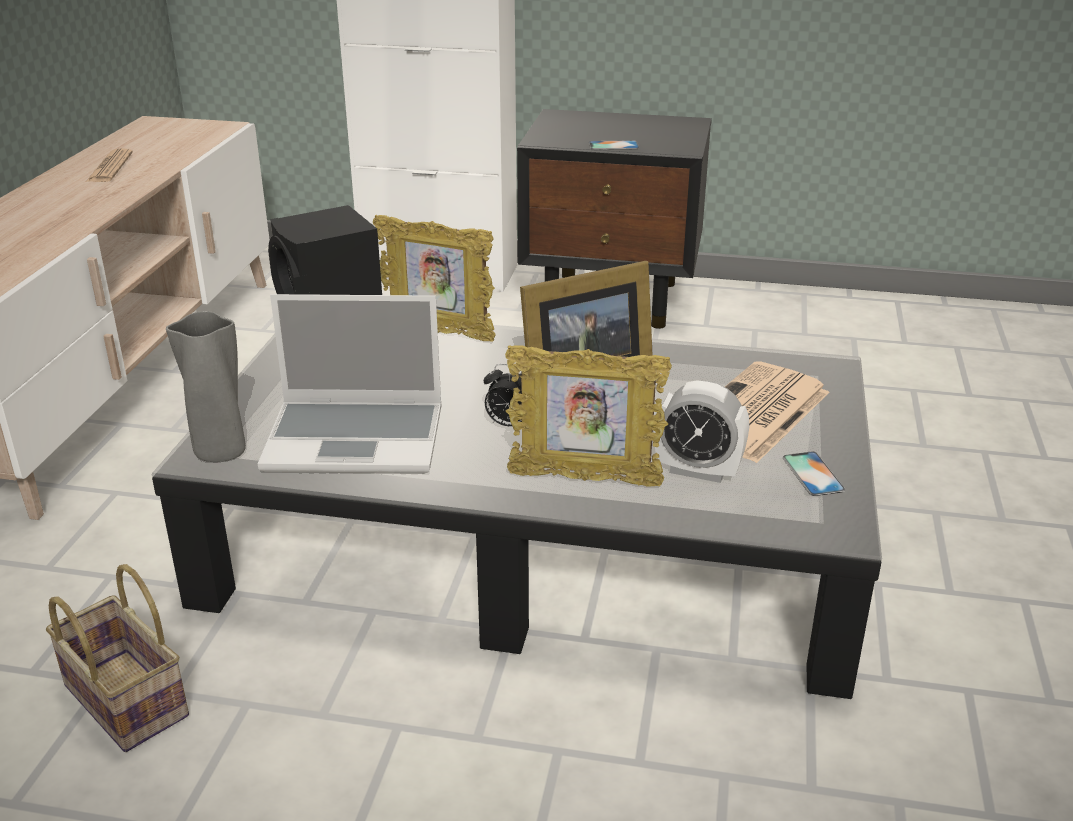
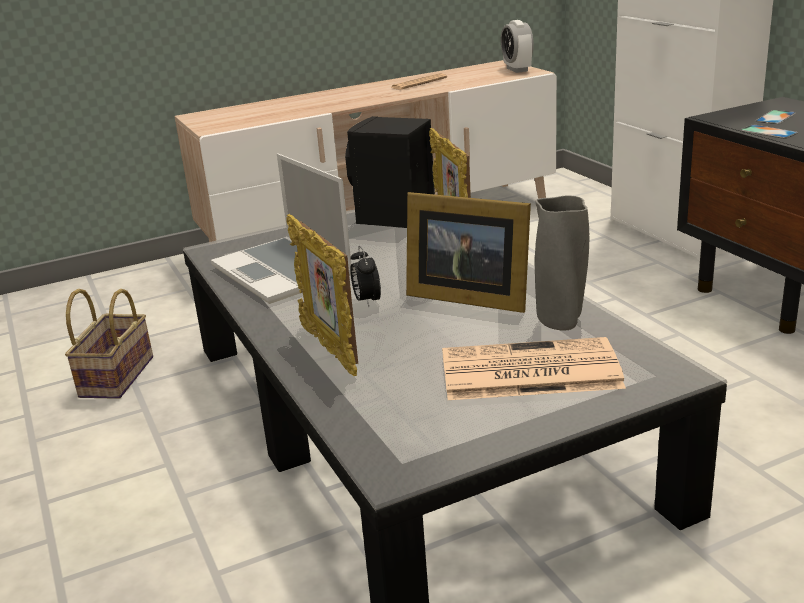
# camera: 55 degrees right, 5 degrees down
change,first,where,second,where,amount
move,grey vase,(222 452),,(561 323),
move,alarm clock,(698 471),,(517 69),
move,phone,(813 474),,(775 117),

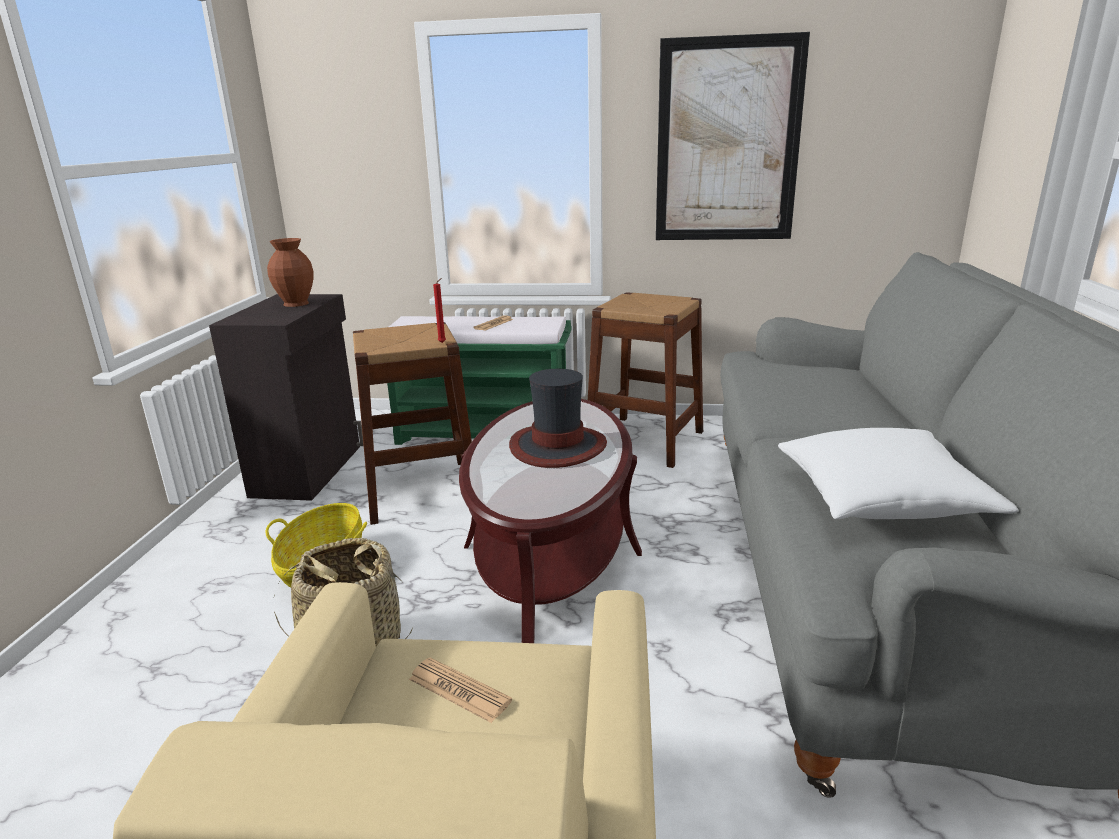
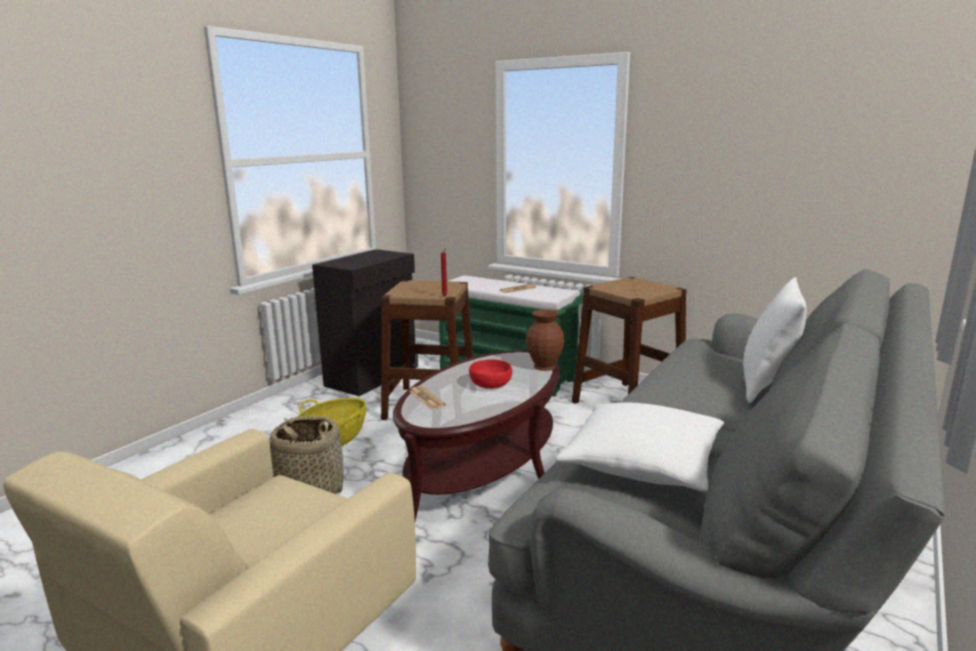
# camera: 25 degrees right, 5 degrees down
change,first,where,second,where,amount
delete,picture,(727 142),,,
move,brownish vase,(297 303),,(545 366),
replace,hat,(558 447),reddish bowl,(490 385),
move,printed paper,(459 690),,(426 398),
insert,,,whitish throw pillow,(767 385),

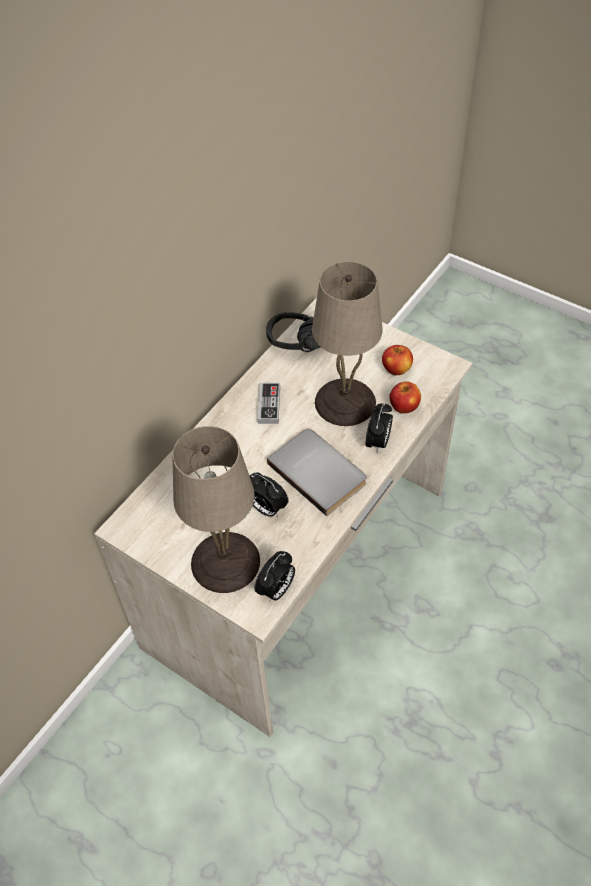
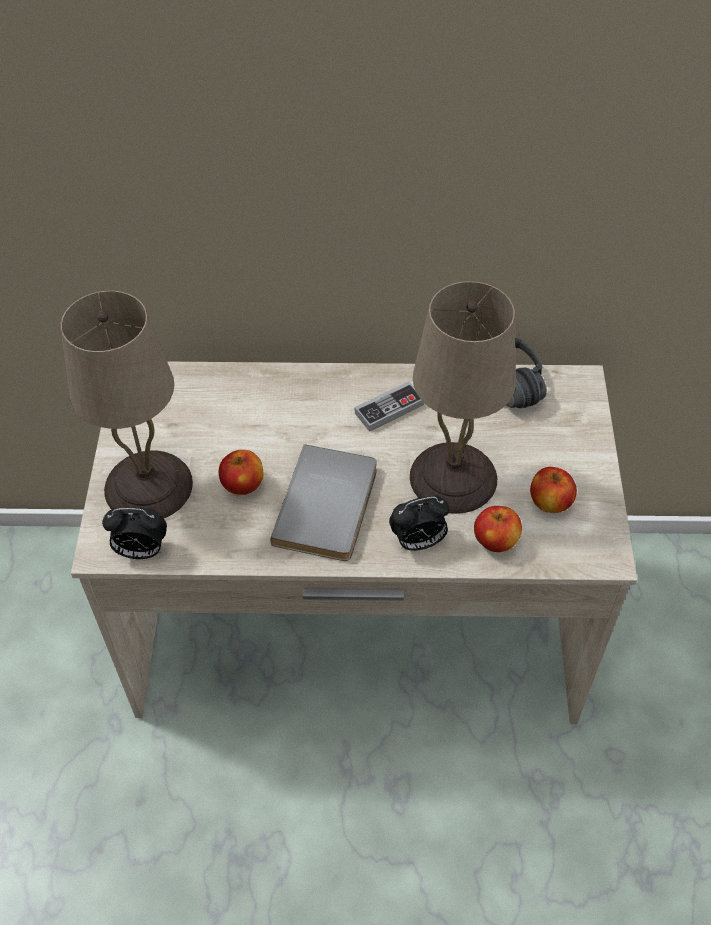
# camera: 55 degrees right, 0 degrees up
change,first,where,second,where,amount
replace,alarm clock,(267 508),apple fruit,(243 485),

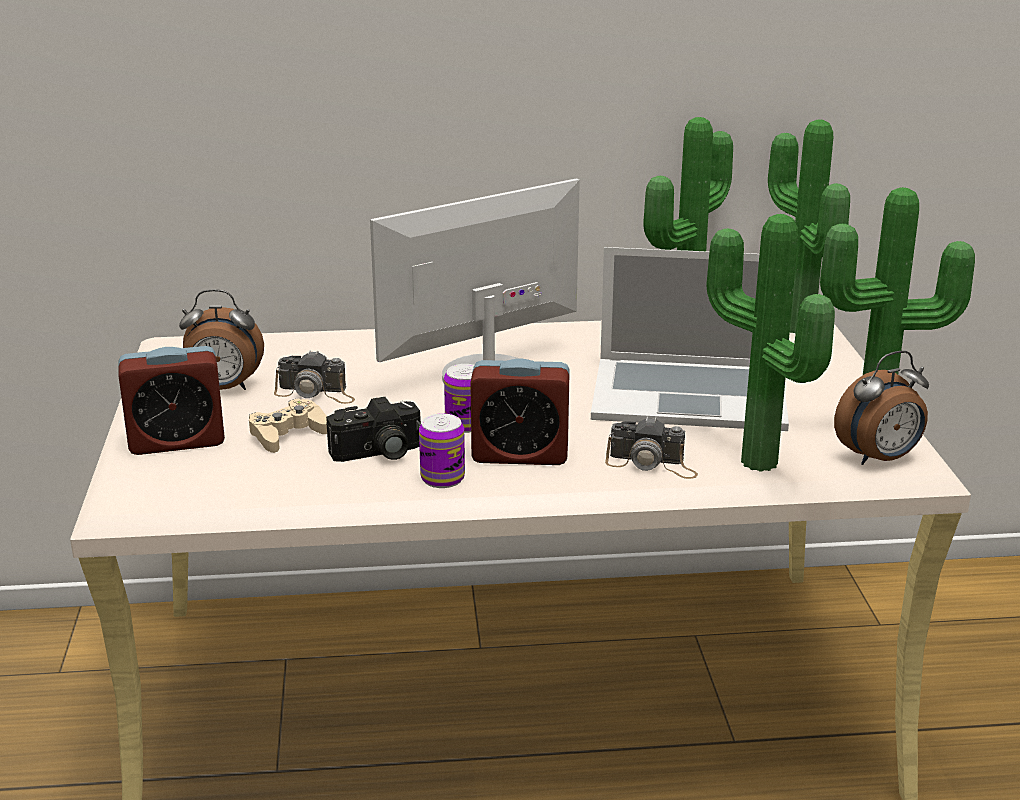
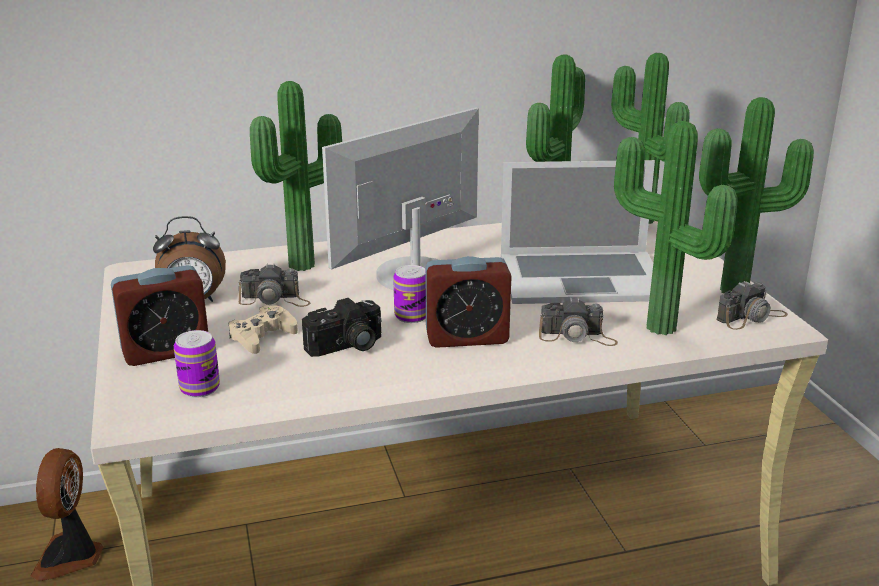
# camera: 10 degrees left, 0 degrees up
change,first,where,second,where,amount
replace,alarm clock,(879 459),photo camera,(751 317),
move,sealed can,(442 478),,(200 388),
insert,,,plant in a pot,(306 266),
insert,,,fan,(71 557),

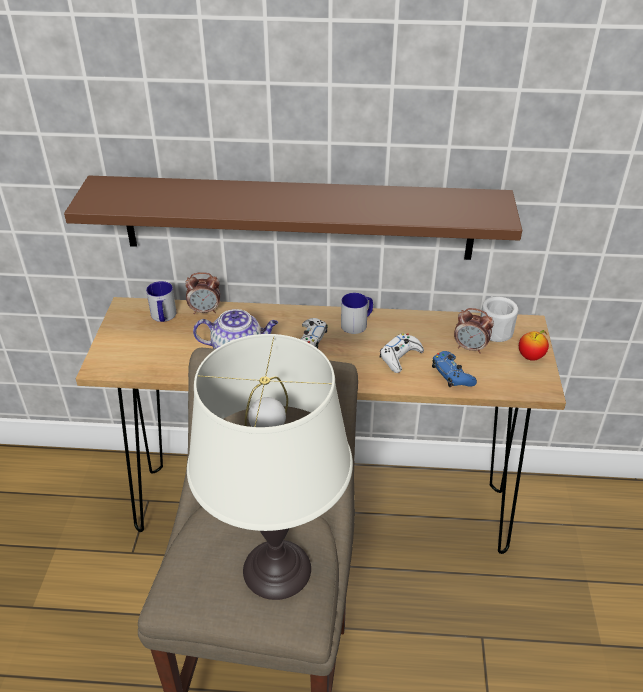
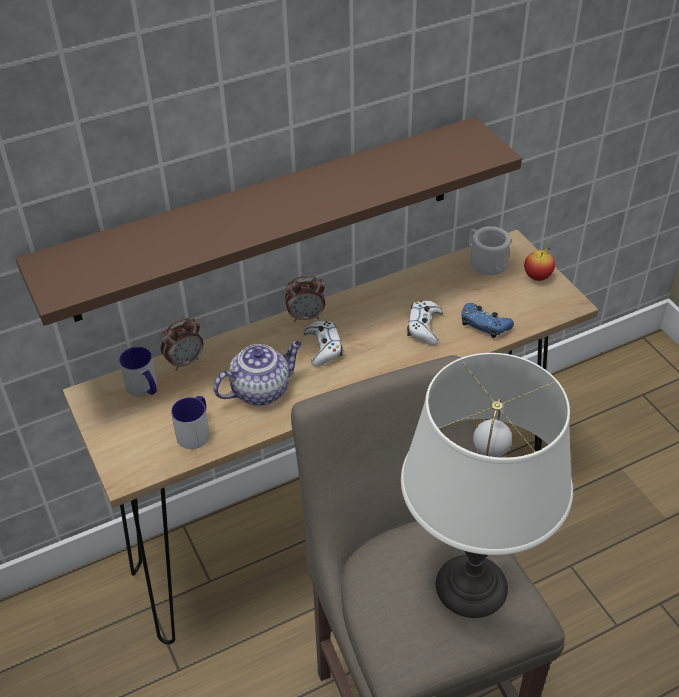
# camera: 30 degrees left, 5 degrees up
change,first,where,second,where,amount
move,mug,(357 323),,(196 431),
move,alarm clock,(470 348),,(306 317),

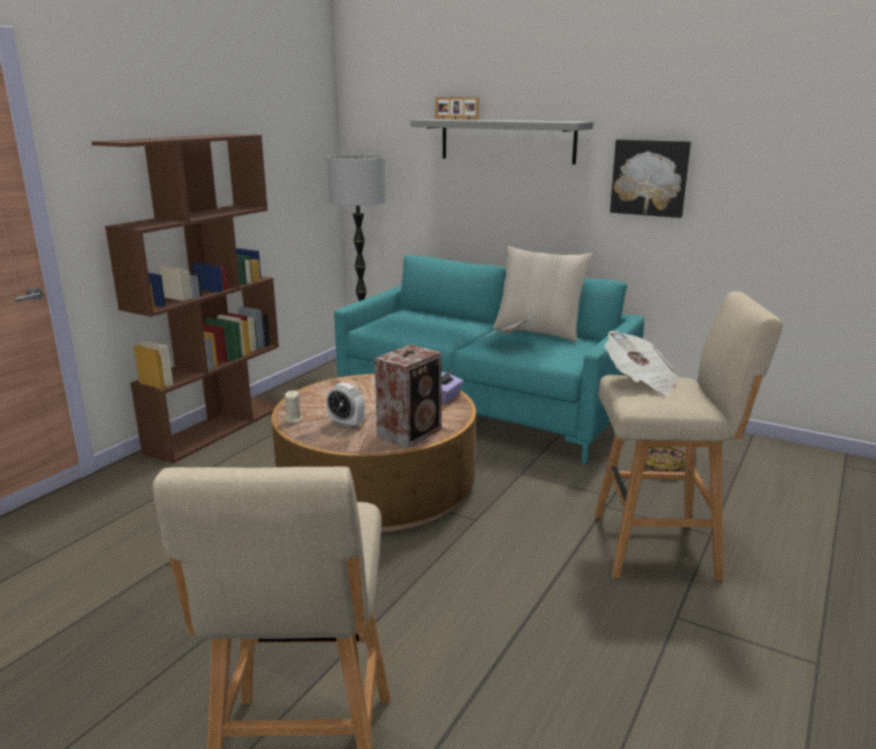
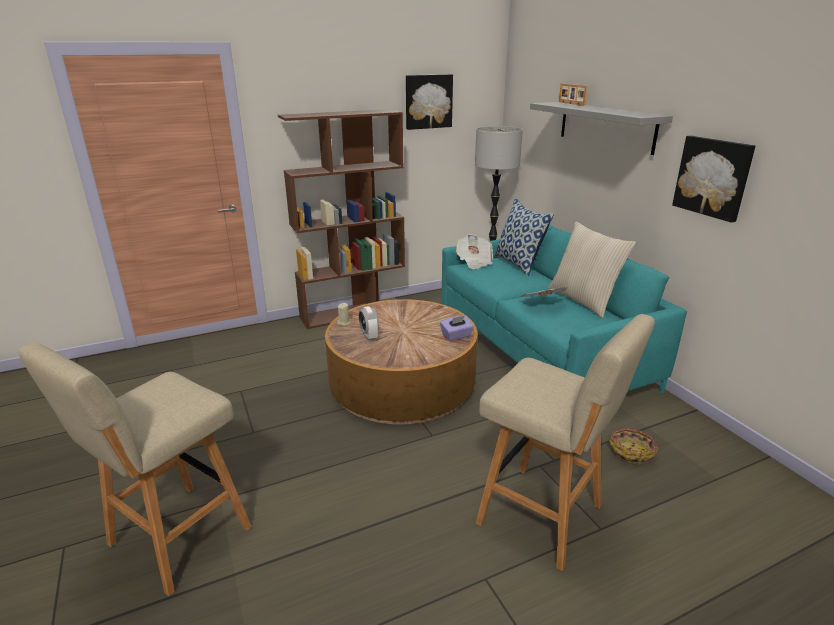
# camera: 35 degrees right, 5 degrees up
change,first,where,second,where,amount
move,printed paper,(640 381),,(474 262),
delete,loudspeaker,(411 432),,,
insert,,,picture,(428 101),
insert,,,throw pillow,(519 264),

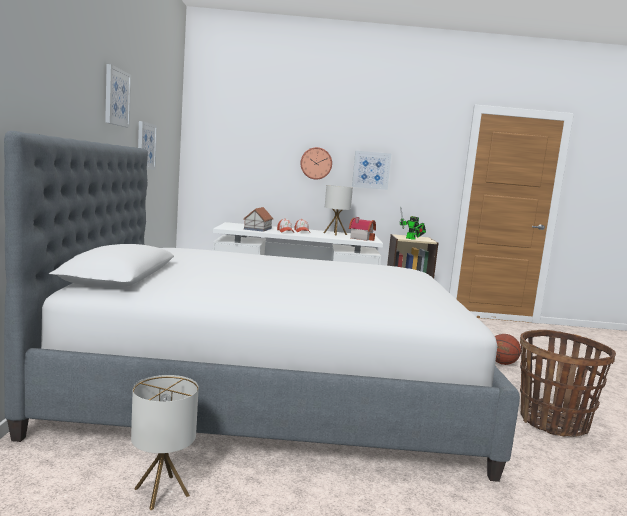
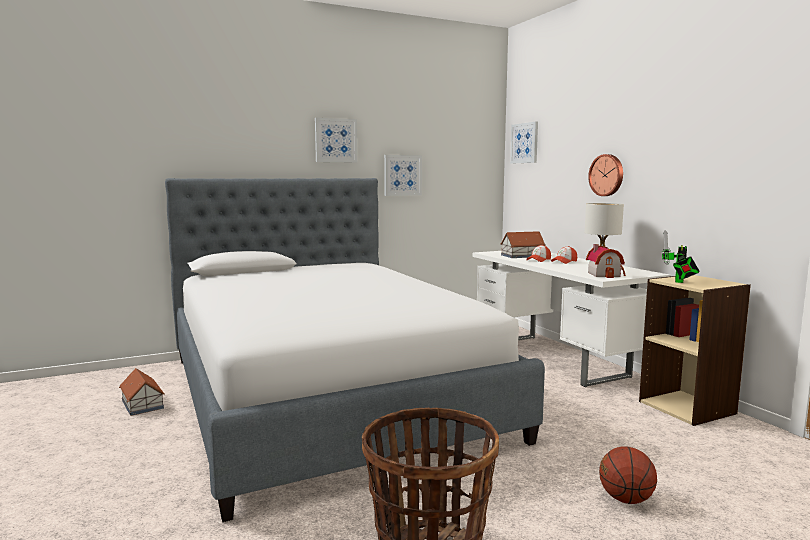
# camera: 65 degrees right, 0 degrees up
change,first,where,second,where,amount
move,picture,(371 170),,(524 143),
replace,lamp for a table,(162 492),model house,(142 404),

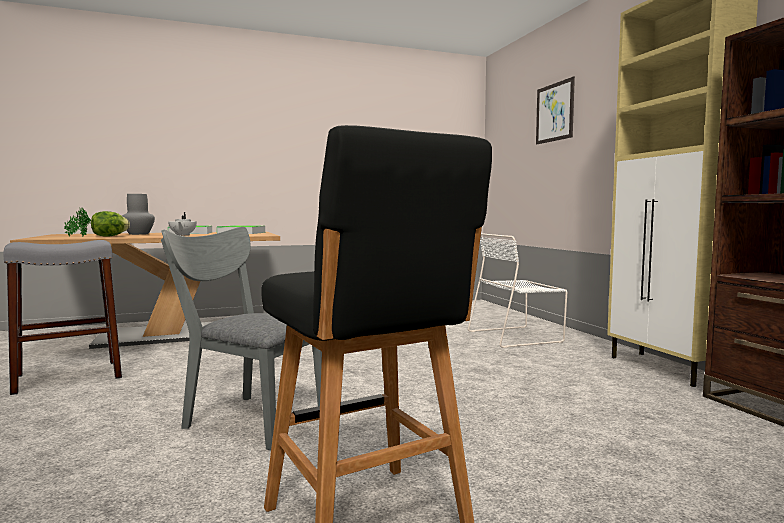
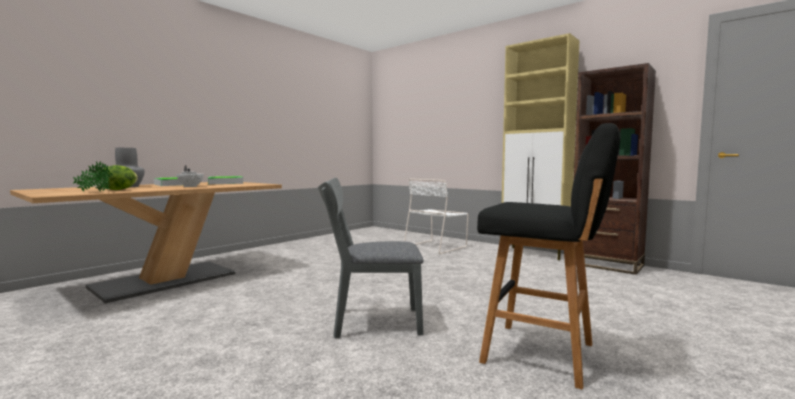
# camera: 30 degrees left, 0 degrees up
change,first,where,second,where,amount
delete,picture,(554 112),,,
delete,grey sitting stool,(68 376),,,

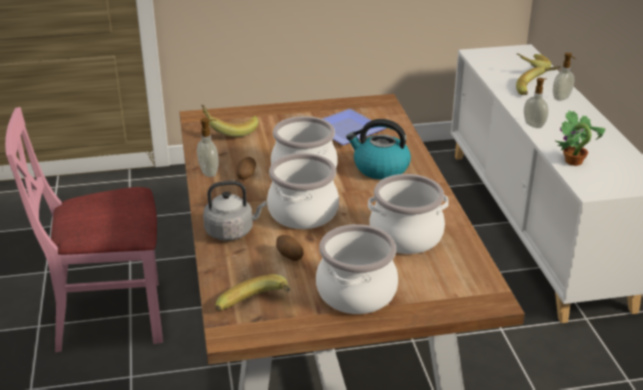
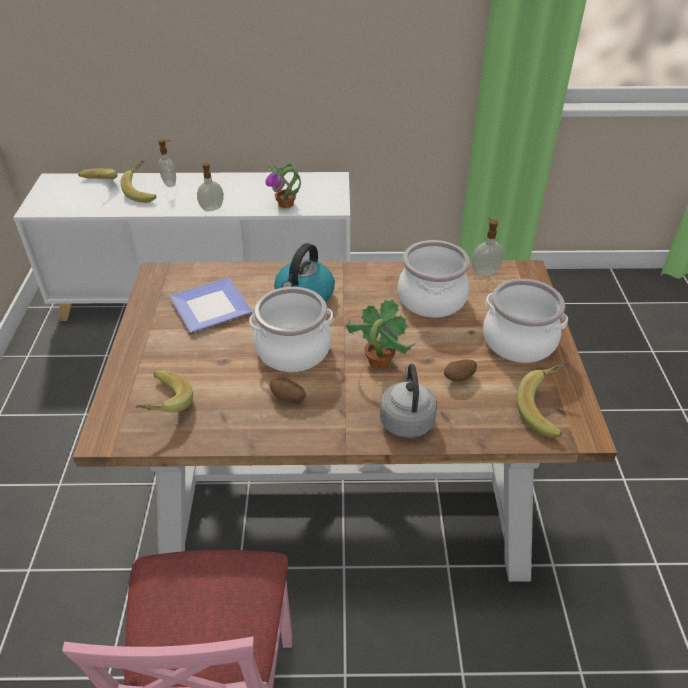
# camera: 80 degrees left, 10 degrees up
change,first,where,second,where,amount
move,soap bottle,(209 172),,(484 272),
replace,saucepot,(302 212),plant in a pot,(378 361),

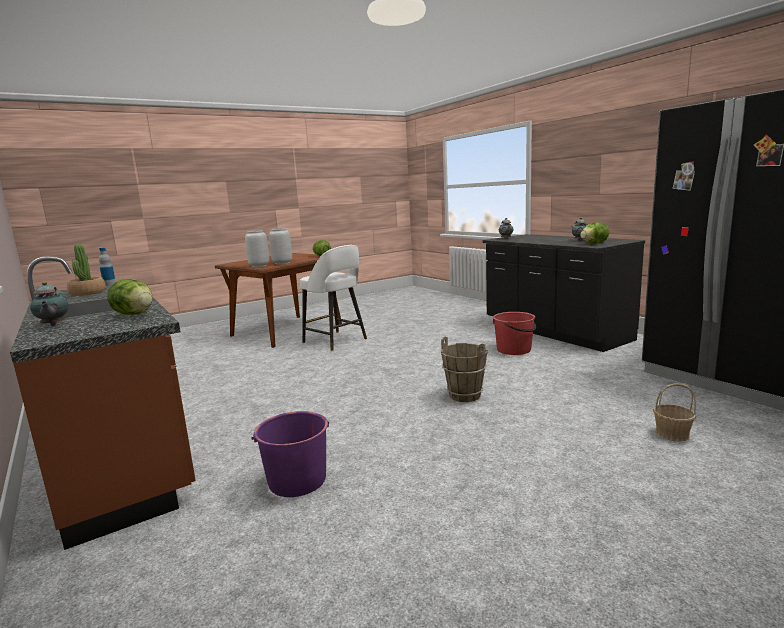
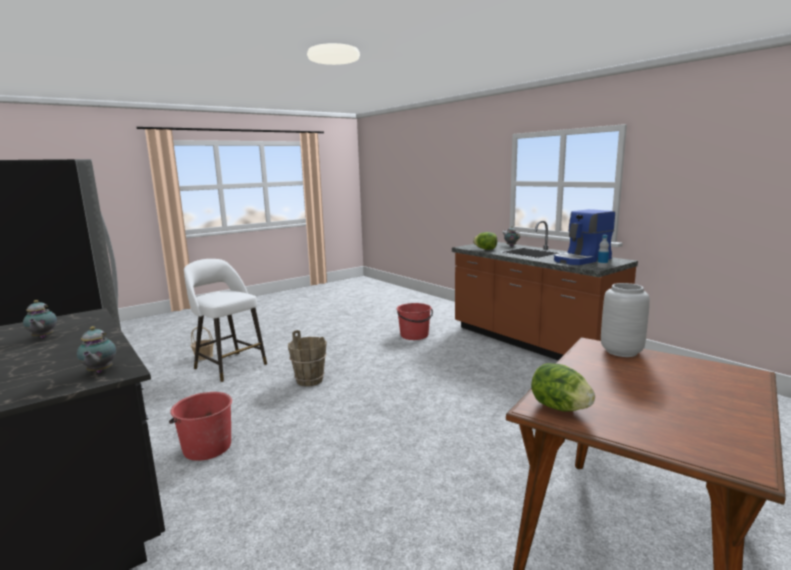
# camera: 175 degrees right, 0 degrees up
change,first,where,second,where,amount
delete,lettuce head,(594 243),,,
delete,grey vase,(282 263),,,
replace,plant in a pot,(87 293),coffee brewer,(582 260),
move,whitish sitting stool,(336 341),,(229 366),
recolor,purple-coloured water bucket,(297 480),reddish water bucket,(414 335),

